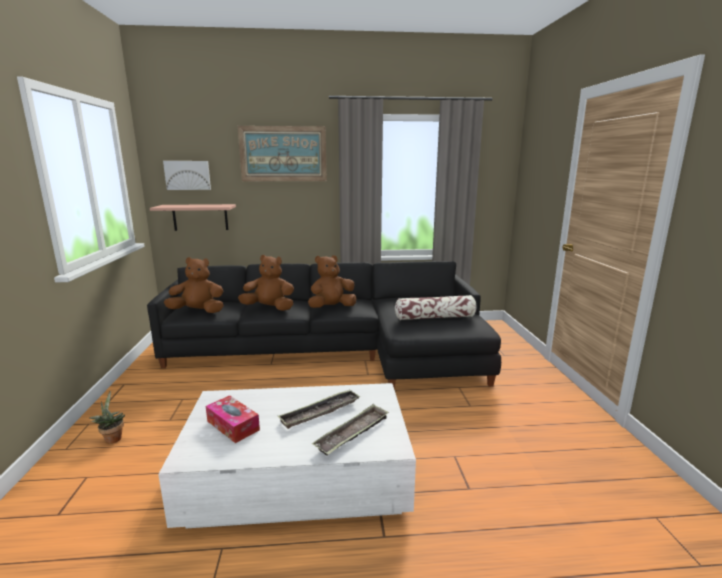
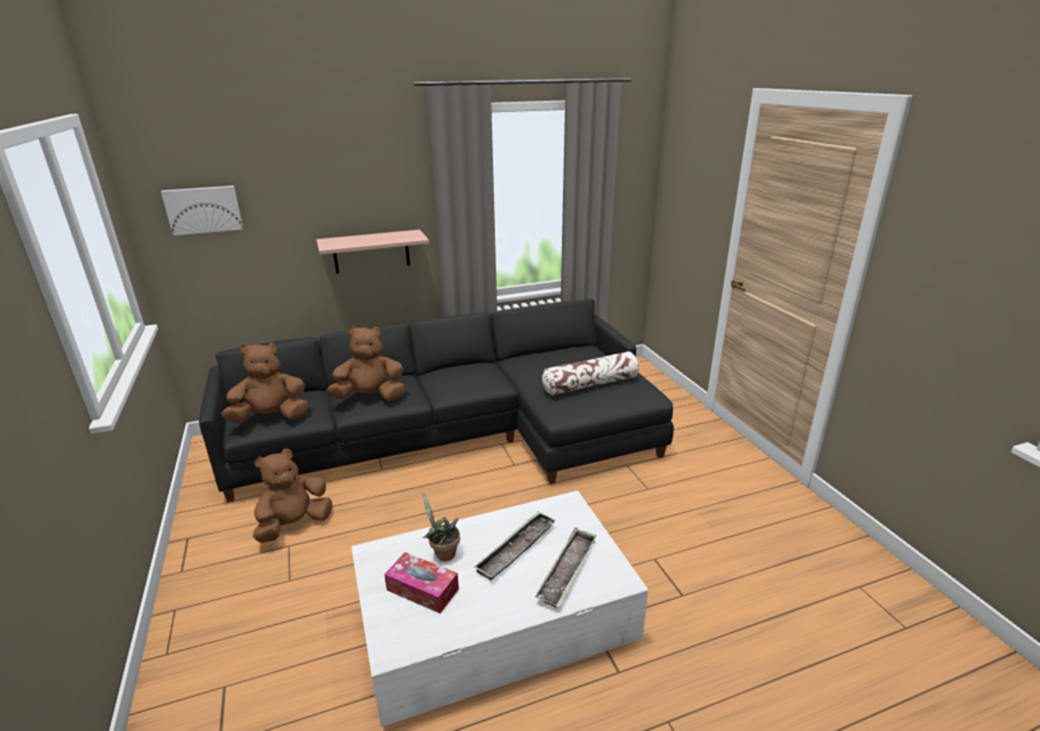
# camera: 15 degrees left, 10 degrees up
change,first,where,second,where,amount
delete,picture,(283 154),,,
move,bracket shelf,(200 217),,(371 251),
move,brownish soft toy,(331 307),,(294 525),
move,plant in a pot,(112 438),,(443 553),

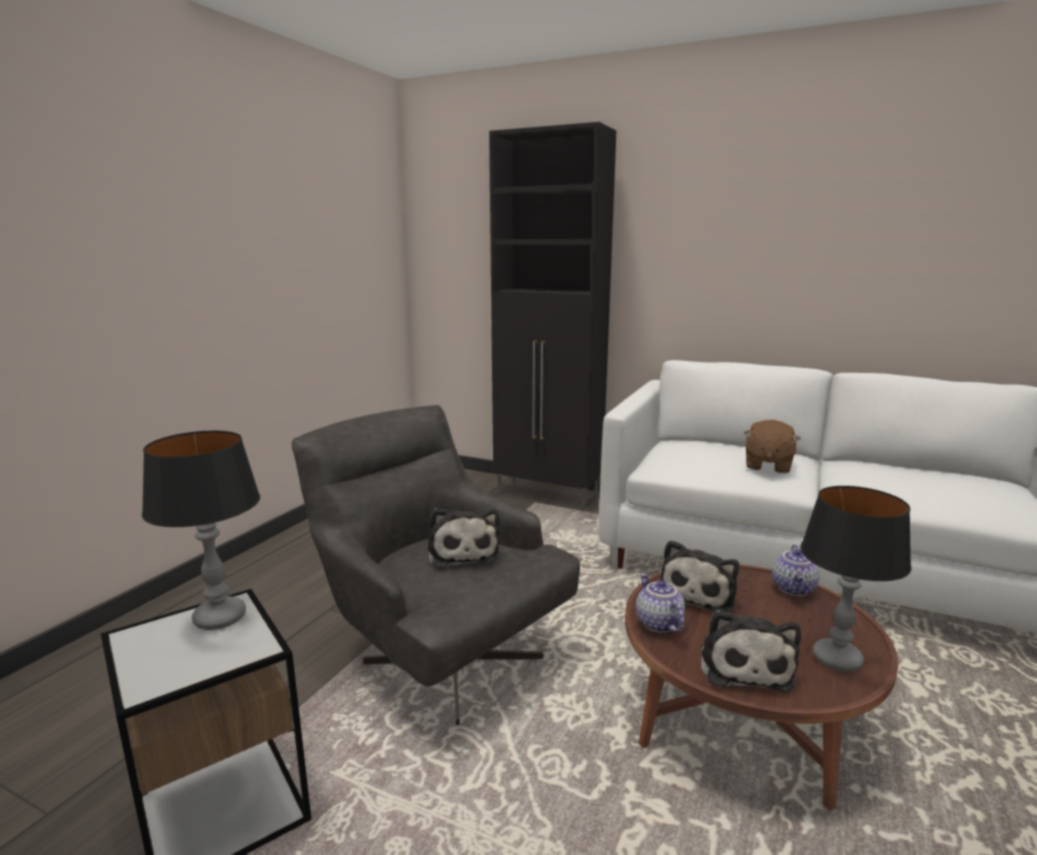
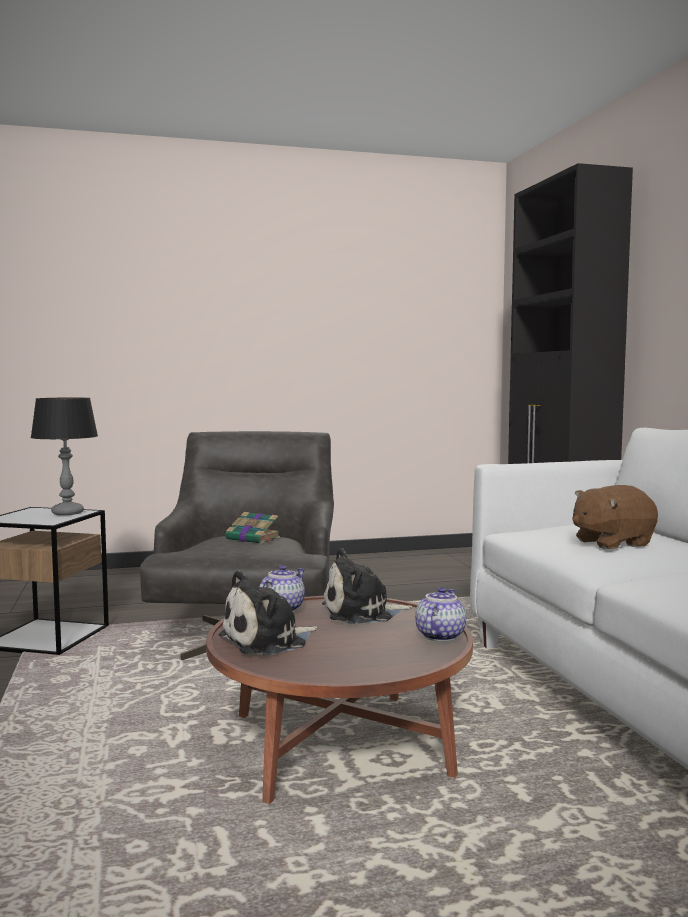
# camera: 50 degrees right, 10 degrees down
change,first,where,second,where,amount
delete,lamp for a table,(837 659),,,
replace,soft toy,(463 552),volume,(254 539),
rotate,teapot,(794 589),,(439 635),135 degrees clockwise

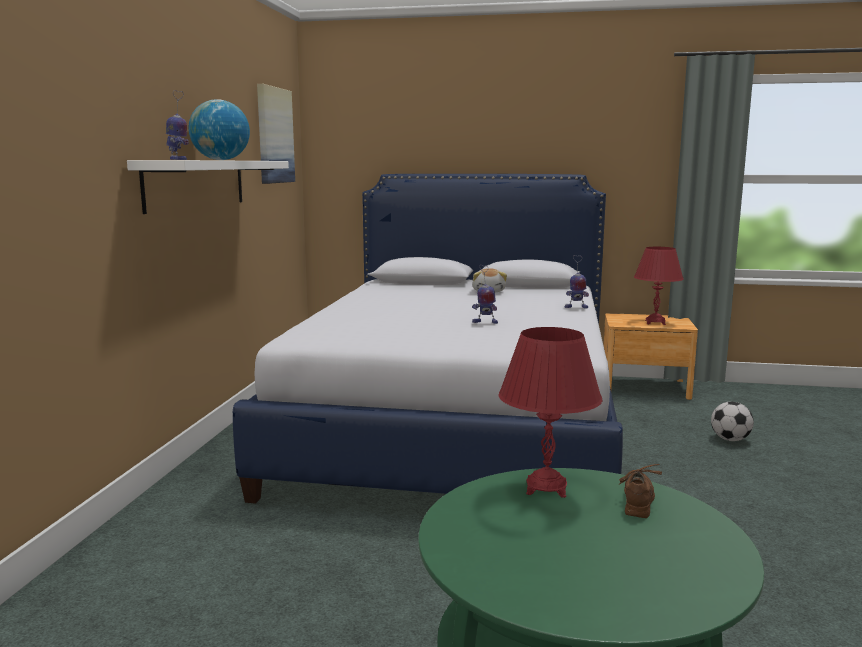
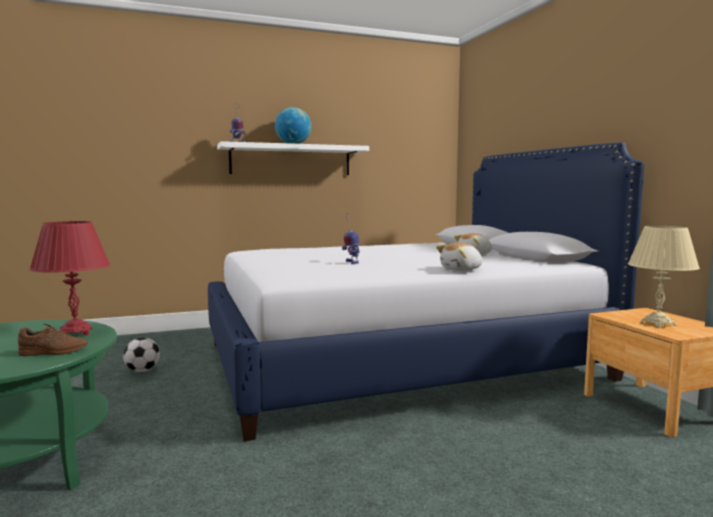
# camera: 60 degrees right, 5 degrees down
change,first,where,second,where,amount
delete,picture,(274 135),,,
recolor,reddish lamp for a table,(655 322),sand-coloured lamp for a table,(658 324),
replace,robot figure,(576 307),soft toy,(462 269),
move,football ball,(730 439),,(143 371),

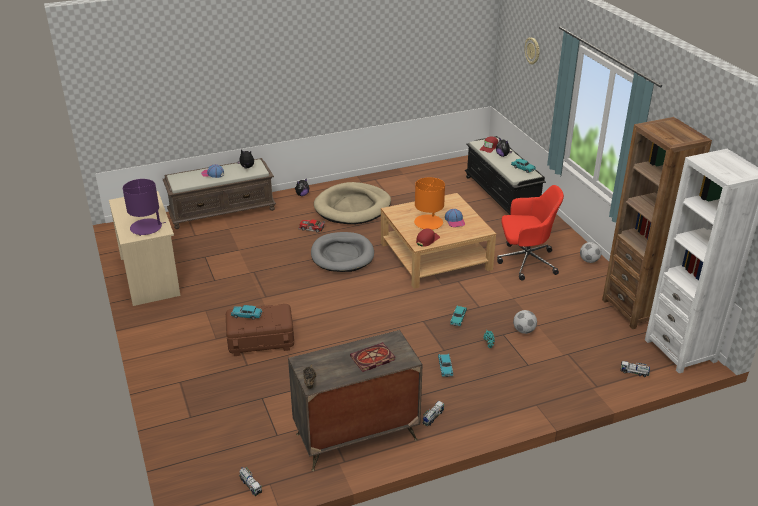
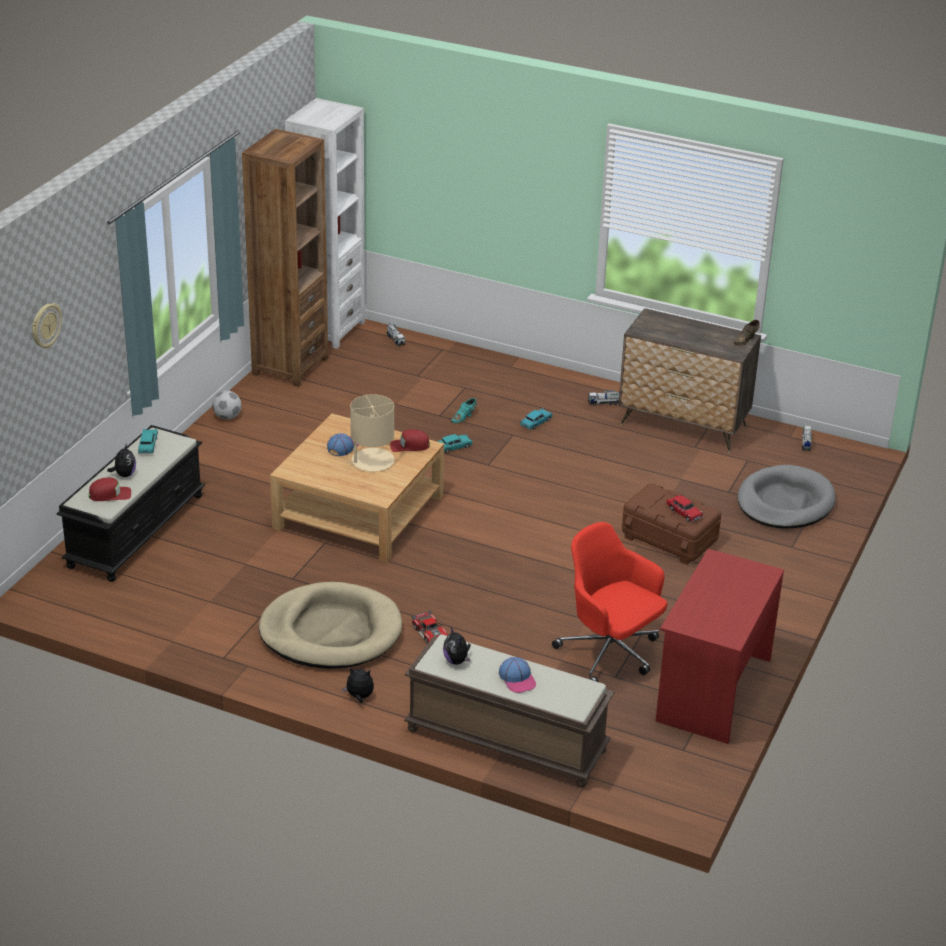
# camera: 135 degrees left, 0 degrees up
change,first,where,second,where,amount
recolor,orange lamp for a table,(428 222),sand-coloured lamp for a table,(372 461),
delete,purple-coloured lamp for a table,(146 227),,,
move,reddish desk chair,(525 261),,(610 654),
recolor,sand-coloured desk,(150 276),reddish desk,(712 689),
move,grey pet bed,(342 255),,(785 502),
recolor,blue-green toy car,(246 315),reddish toy car,(683 513),
delete,football ball,(523 331),,,
delete,volume,(372 359),,,

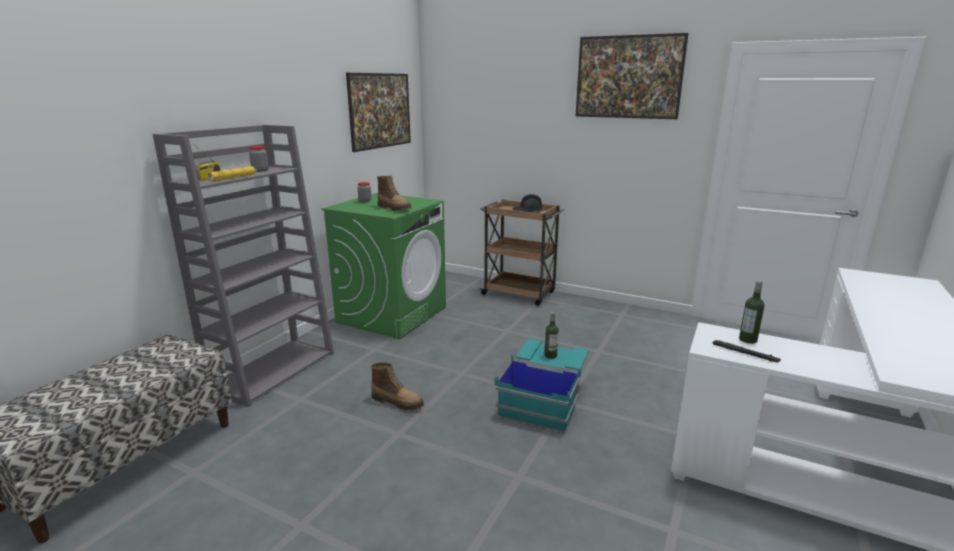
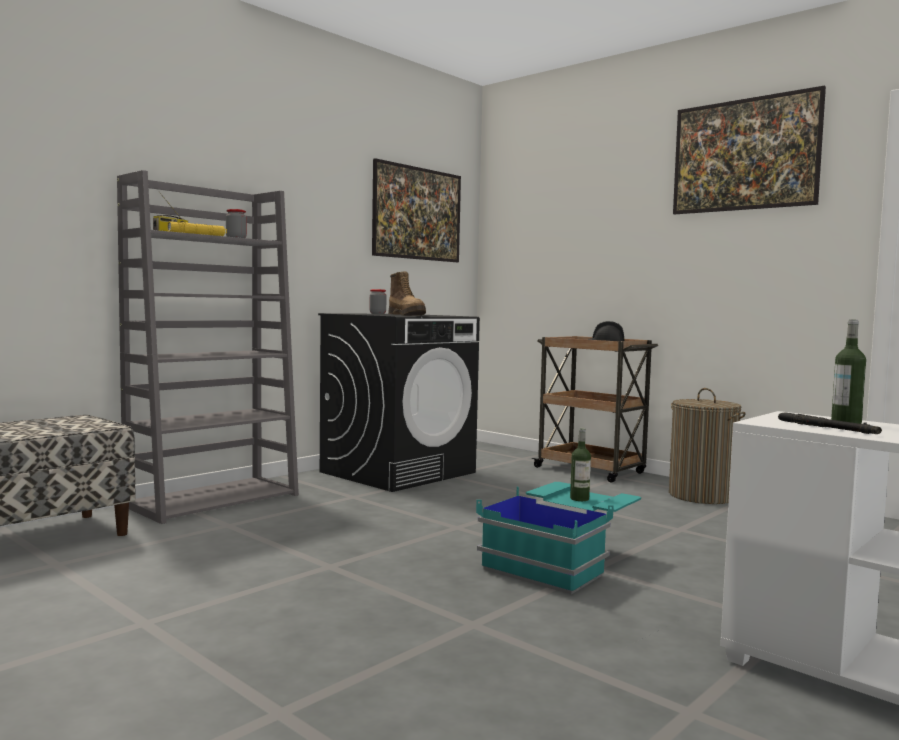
# camera: 15 degrees right, 15 degrees down
change,first,where,second,where,amount
recolor,green laundry appliance,(392 314),black-coloured laundry appliance,(398 472),
delete,boot,(398 402),,,
insert,,,hamper,(701 496),

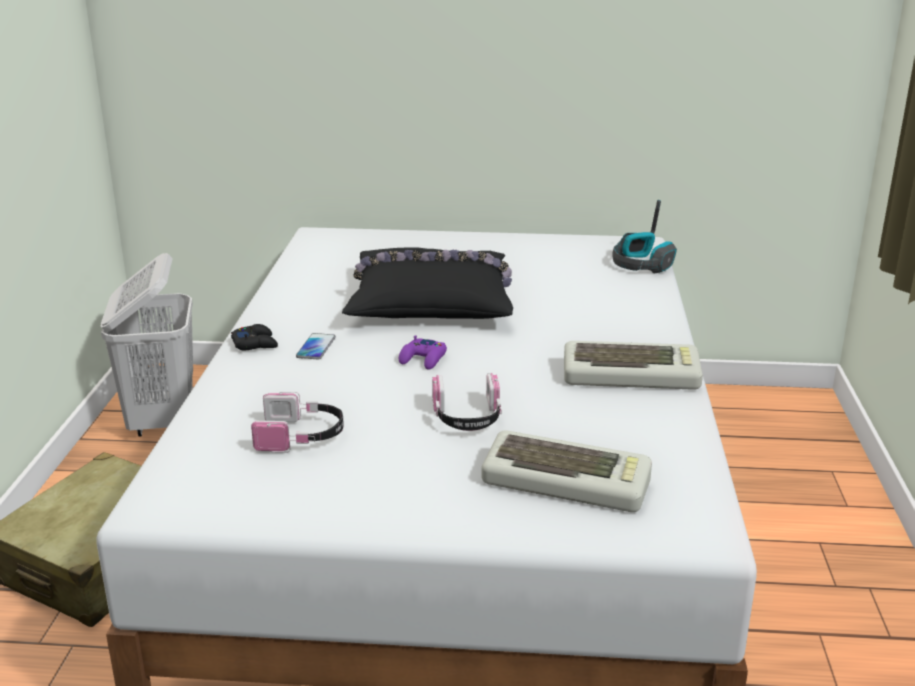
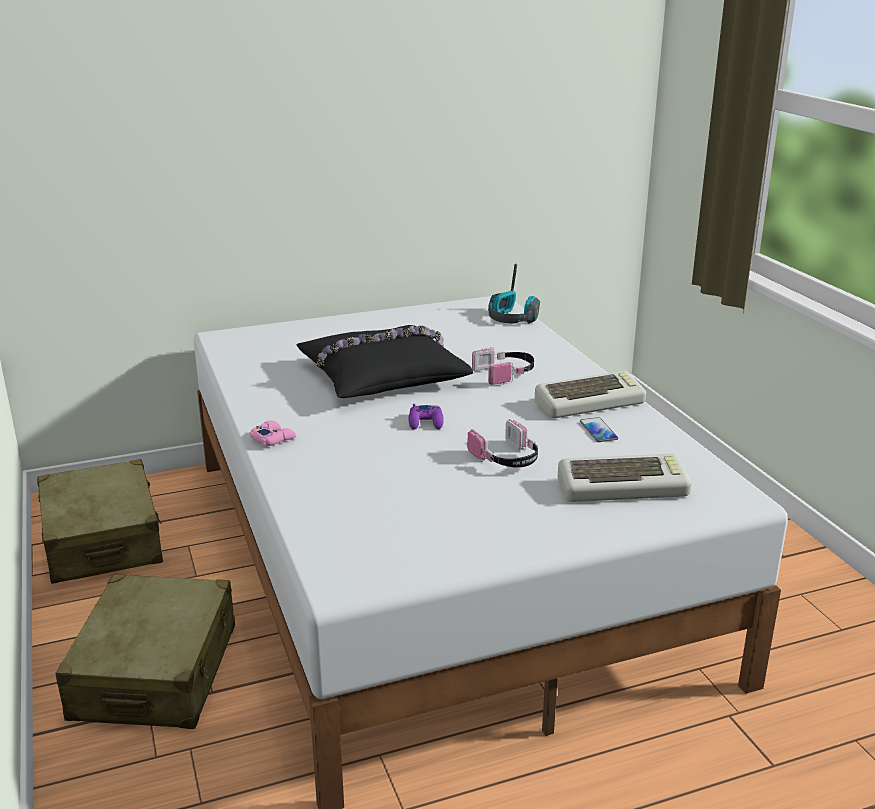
# camera: 25 degrees left, 0 degrees up
change,first,where,second,where,amount
replace,whitish hamper,(162 421),sand-coloured travel case,(103 540),
recolor,black-coloured joypad,(255 344),pink joypad,(273 438),
move,phone,(316 347),,(598 430),
move,pair of headphones,(301 436),,(505 373),

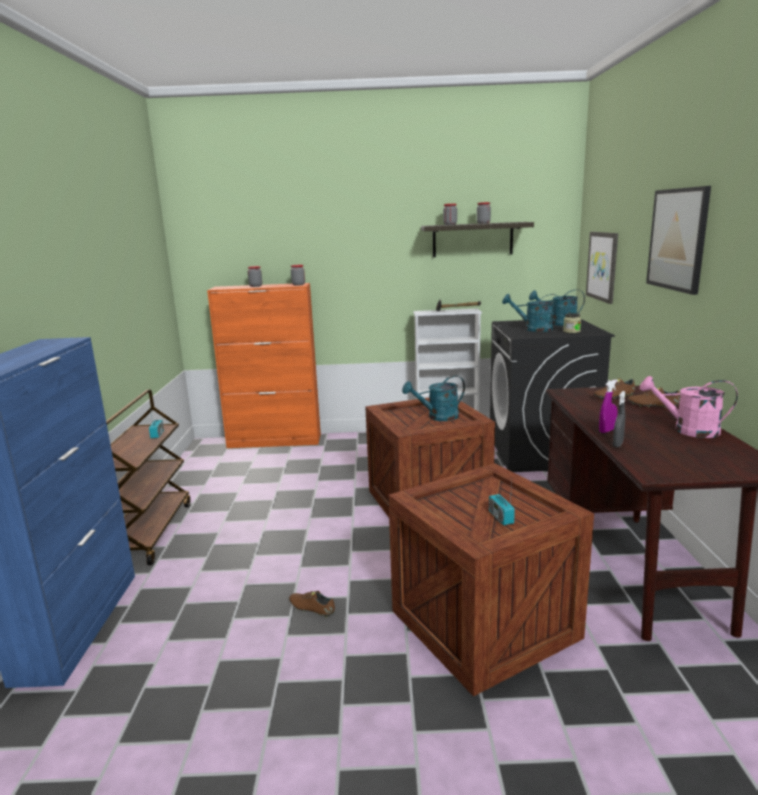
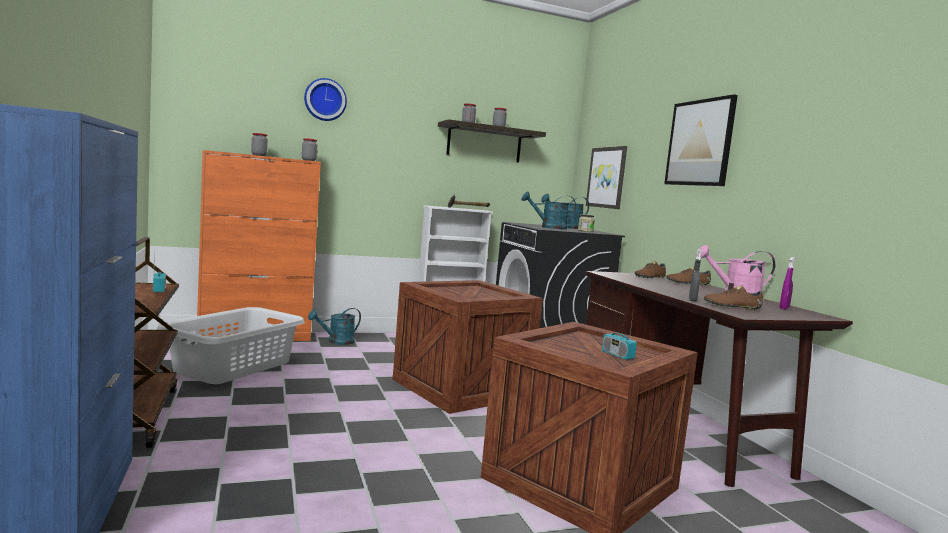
# camera: 20 degrees left, 10 degrees down
change,first,where,second,where,amount
move,blue-green watering pot,(438 417),,(336 342),
move,purple-coloured hand sprayer,(607 431),,(784 308),
move,brownish shoe,(312 609),,(732 307),
insert,,,hanging clock,(325 100),
insert,,,grey hamper,(234 367),

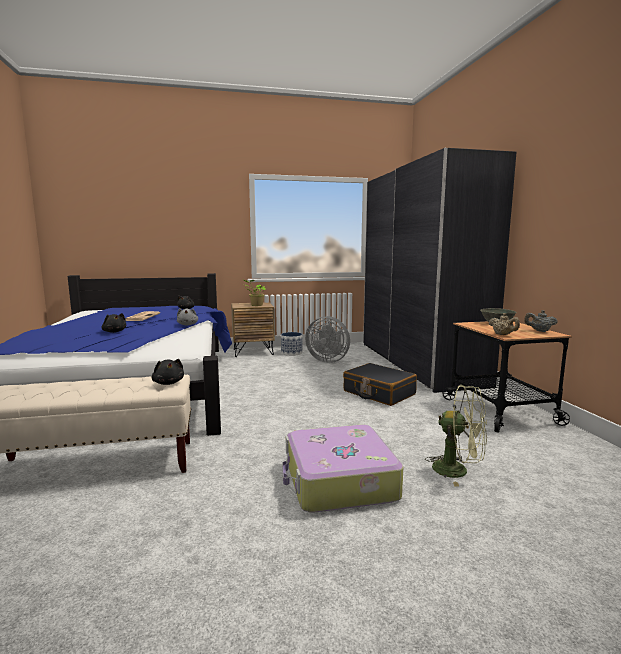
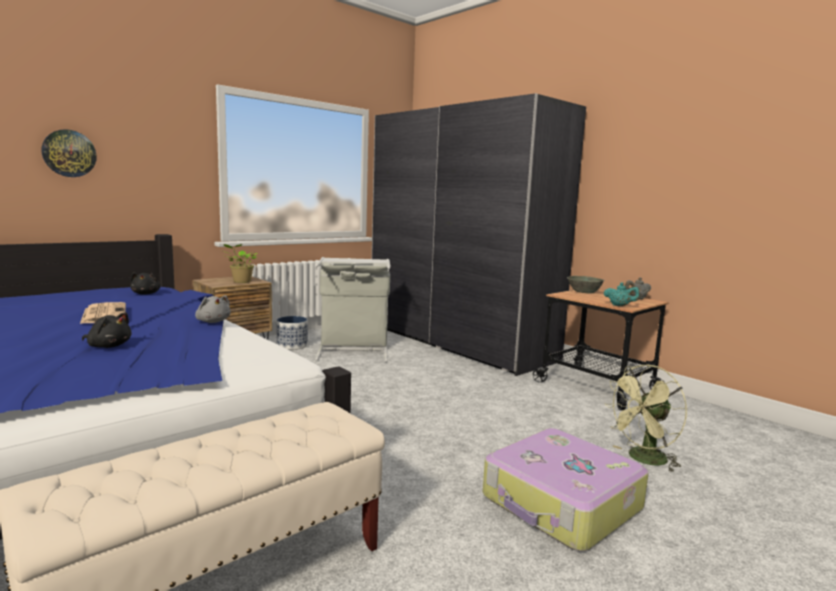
# camera: 30 degrees left, 0 degrees up
change,first,where,second,where,amount
recolor,sand-coloured teapot,(503 335),blue-green teapot,(620 306),
replace,grey fan,(328 360),grey hamper,(353 351),
delete,black-coloured soft toy,(168 383),,,
delete,black-coloured travel case,(378 393),,,
rotate,green fan,(458 471),,(643 460),150 degrees clockwise
insert,,,hanging clock,(69 153),

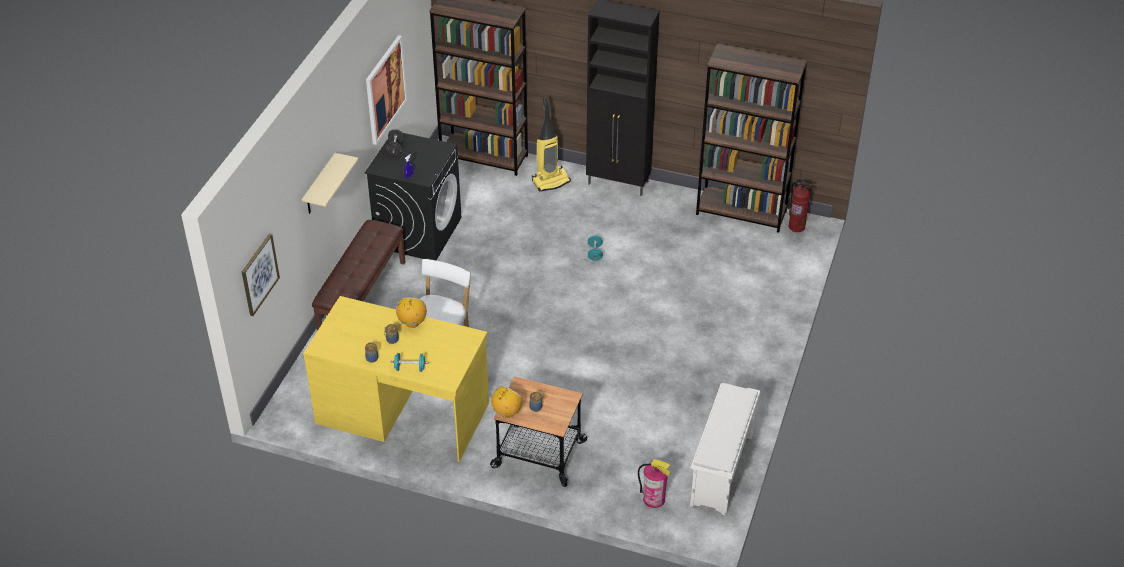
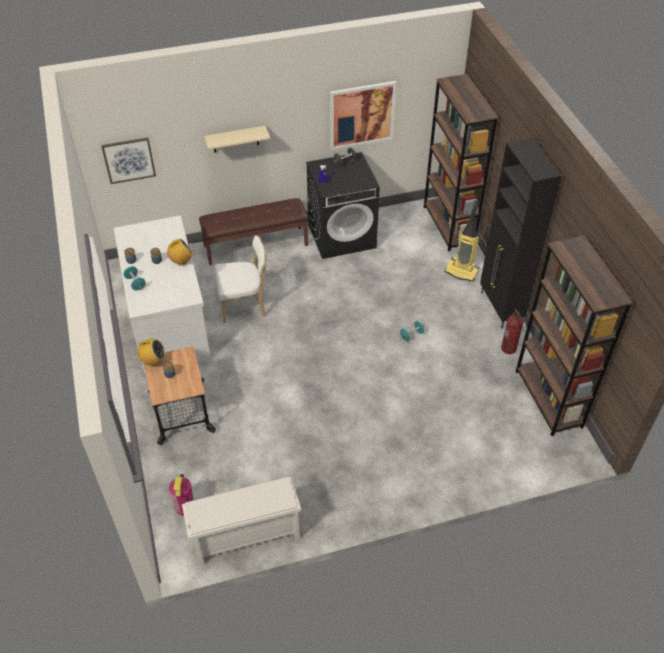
# camera: 55 degrees right, 5 degrees up
change,first,where,second,where,amount
move,extinguisher,(796 227),,(508 348),
recolor,yellowish desk,(402 412),whitish desk,(168 320),

